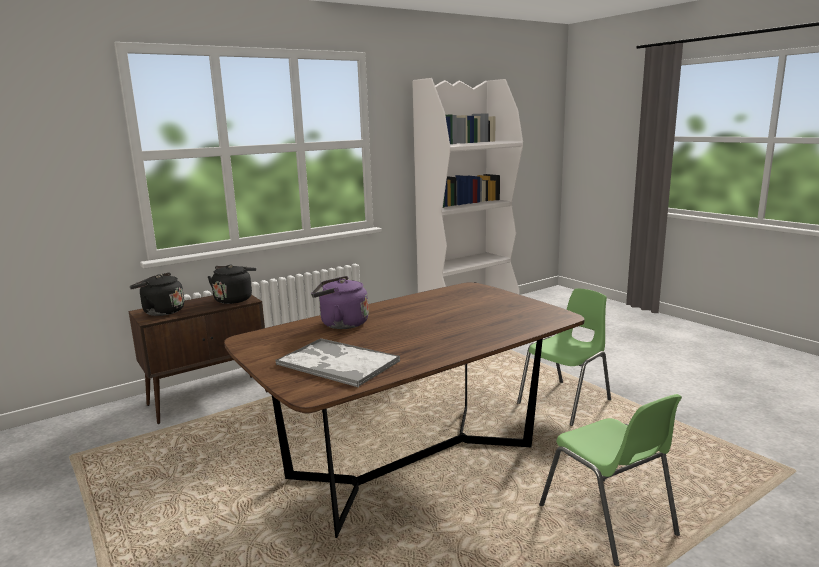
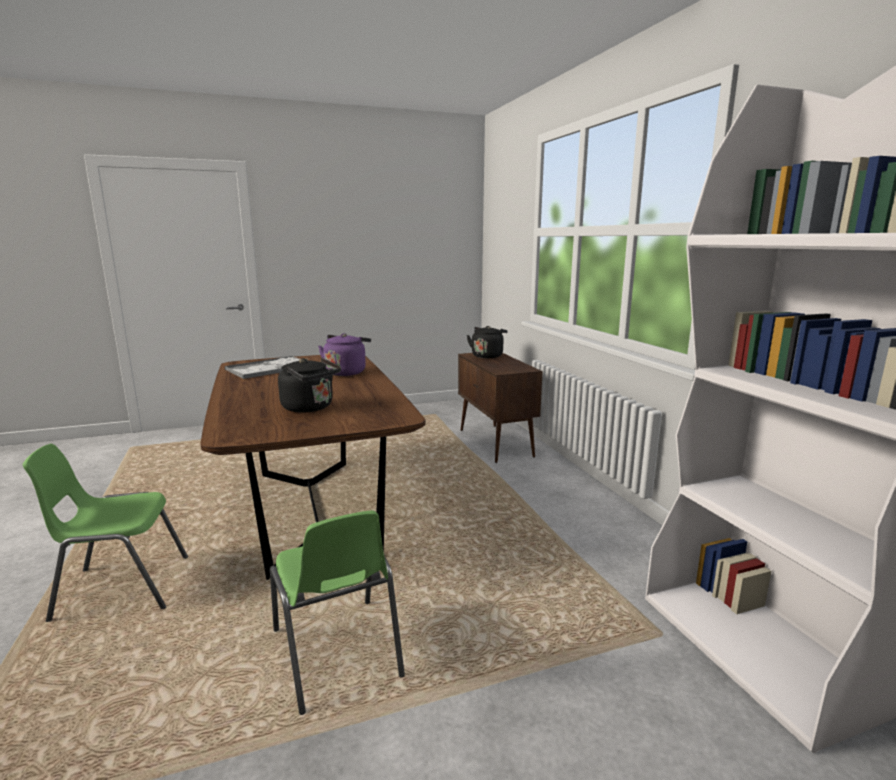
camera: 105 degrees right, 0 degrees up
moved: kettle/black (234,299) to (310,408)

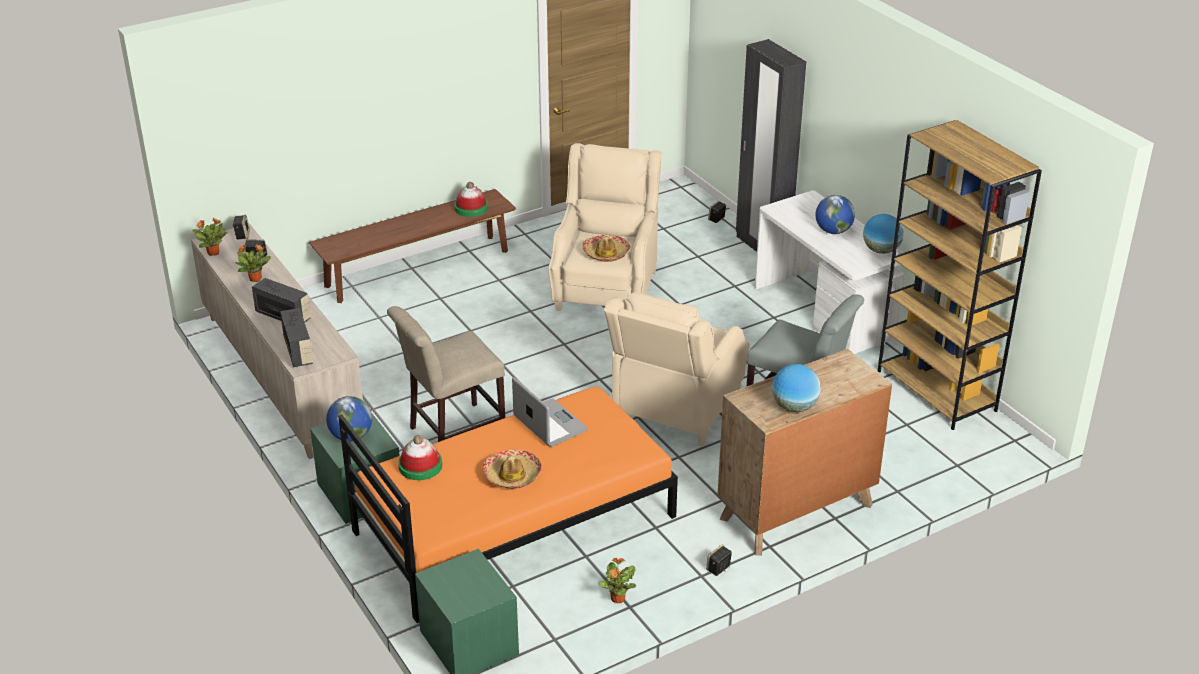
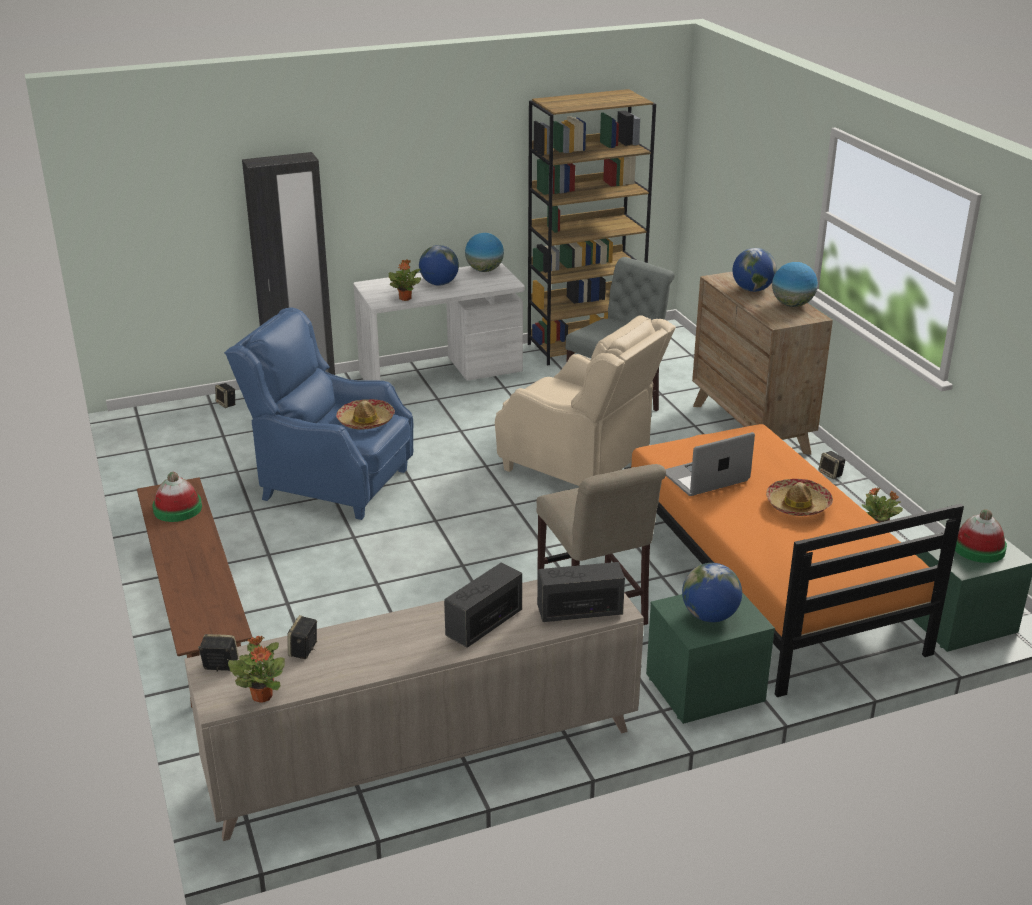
camera: 80 degrees left, 5 degrees down
added: globe (752,290)
moved: potted plant (256,279) to (405,298); wearable hat (420,466) to (978,548)
recoloured: easy chair/sand-coloured (606,288) to easy chair/blue-coloured (331,483)

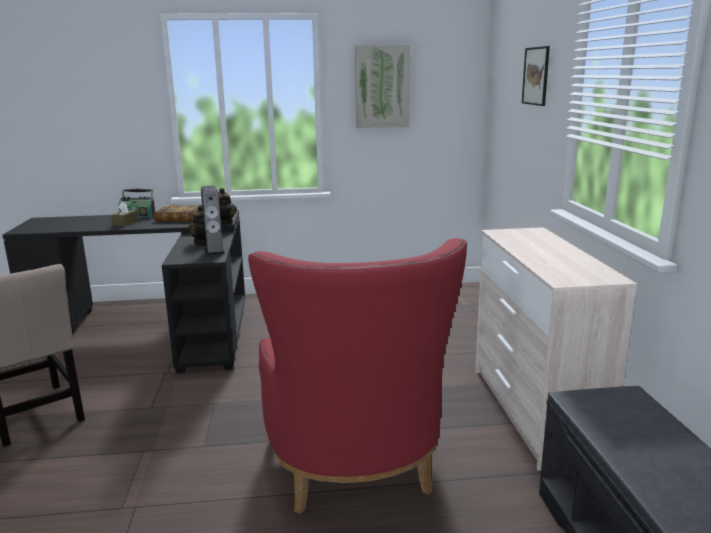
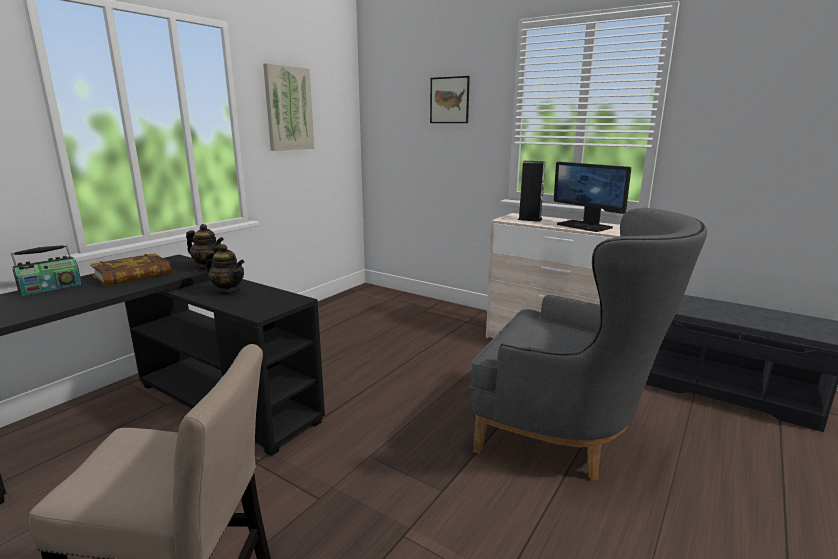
camera: 50 degrees left, 0 degrees up
removed: box of tissues/brownish (126,223)
added: monitor (585,226)
moved: speaker (214,251) to (529,219)
recoloured: easy chair/reddish (356,475) to easy chair/grey (568,434)

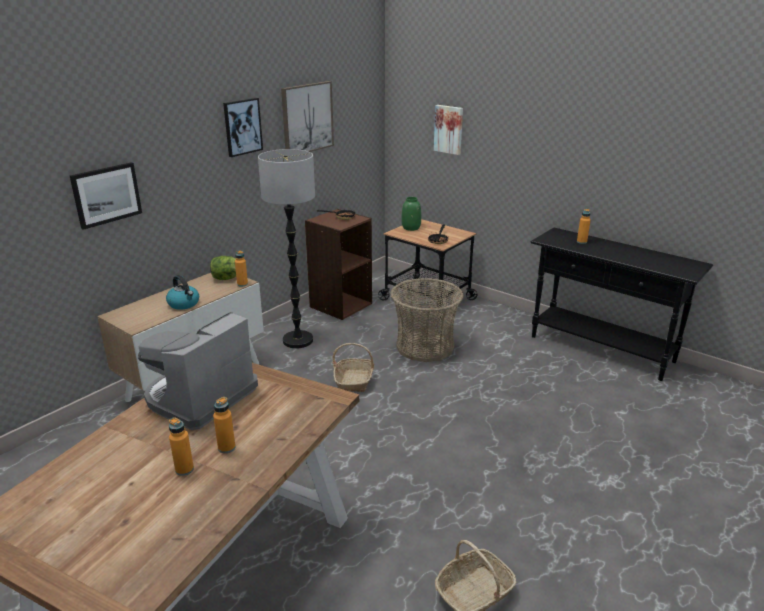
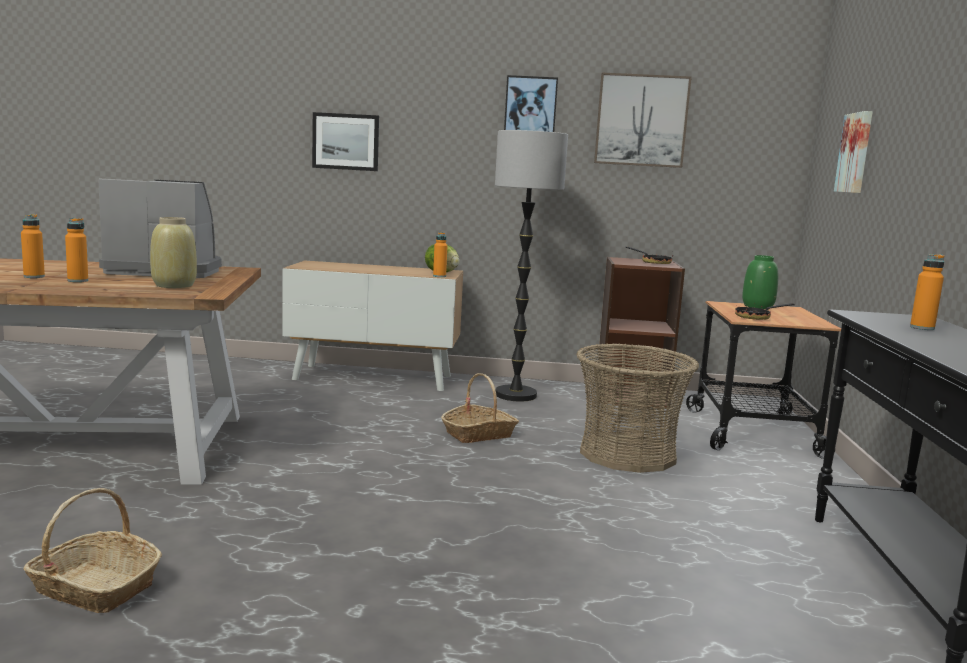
camera: 55 degrees right, 15 degrees down
removed: kettle (184,304)
added: flower vase/sand-coloured (173,285)

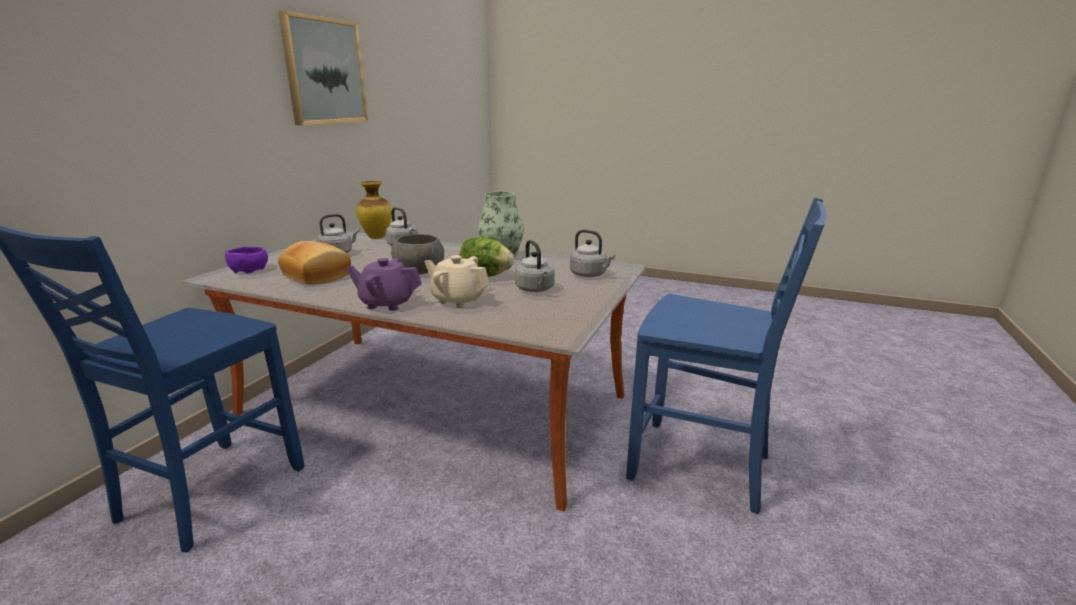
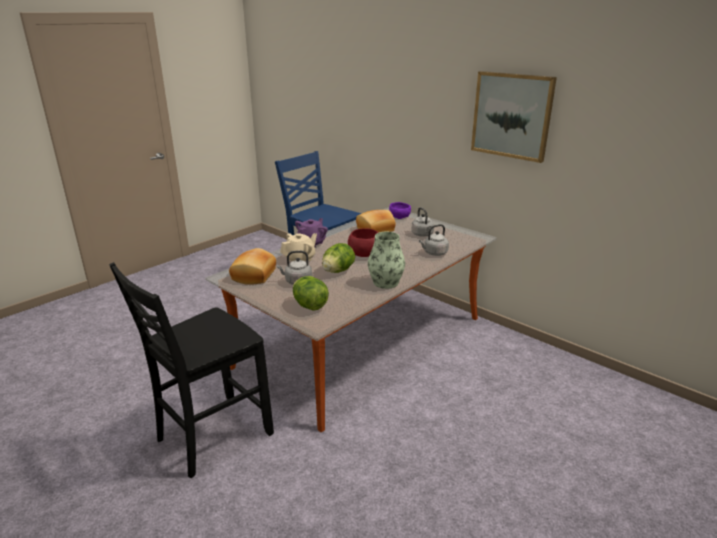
camera: 110 degrees right, 5 degrees up
removed: flower vase (377,237)
added: bakery bread (255,275)
replaced: kettle/grey (590,275) to lettuce head (310,306)
recoloured: plain chair/blue-coloured (702,467) to plain chair/black (211,436); deep dish/grey (419,271) to deep dish/reddish (364,254)

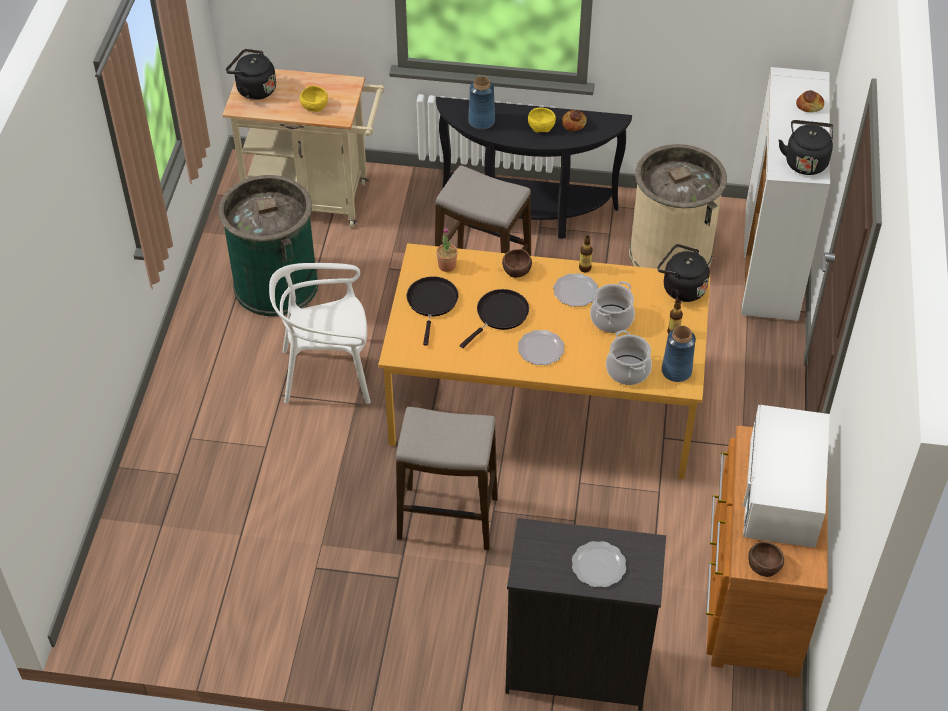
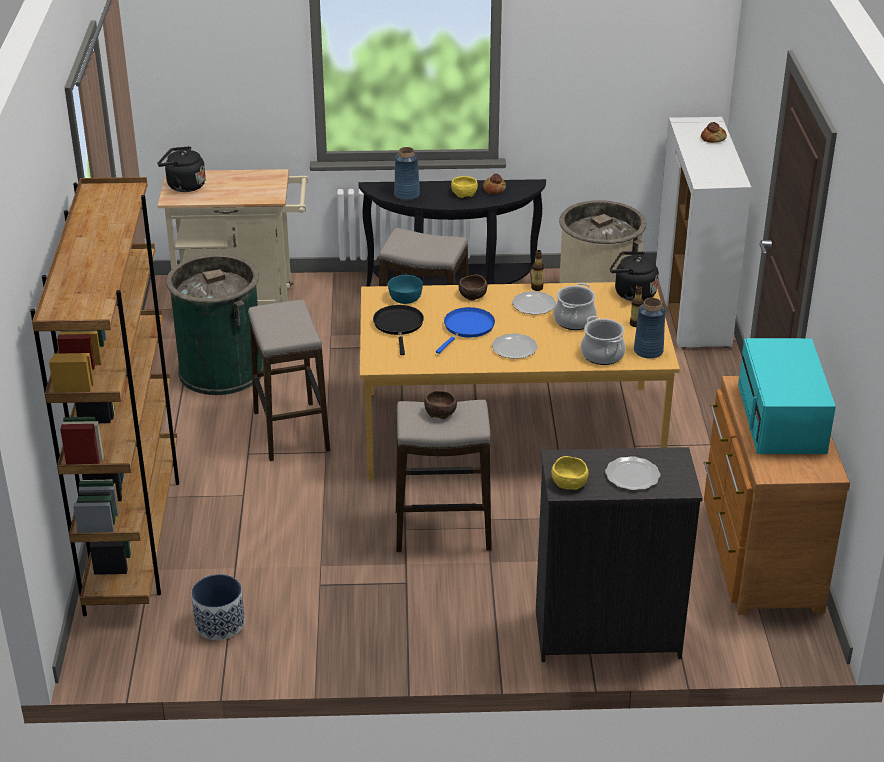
camera: 10 degrees left, 15 degrees down
removed: kettle/black (805,161)
added: bookshelf/brownish (134,536); flower pot (219,624)
moved: deep dish/brownish (764,564) to (440,412); deep dish/yellow (315,106) to (569,483)
replaced: plain chair/white-coloured (327,373) to stool (291,432); potted plant (447,265) to deep dish/blue-green (405,298)
recoloured: frying pan/black (500,315) to frying pan/blue-coloured (467,328); microwave/white-coloured (782,494) to microwave/blue-green (782,419)

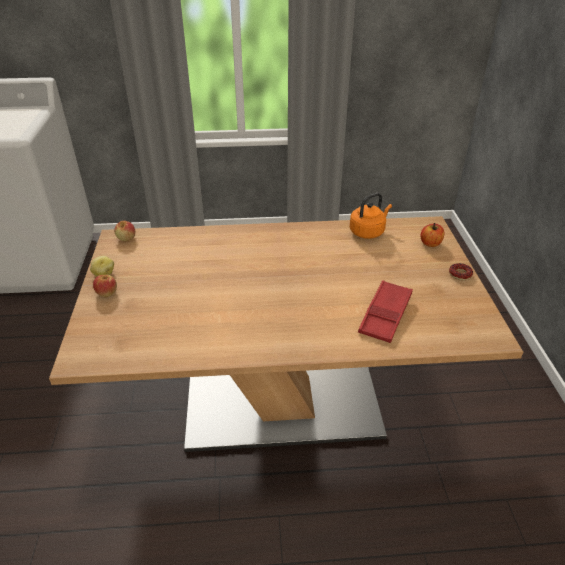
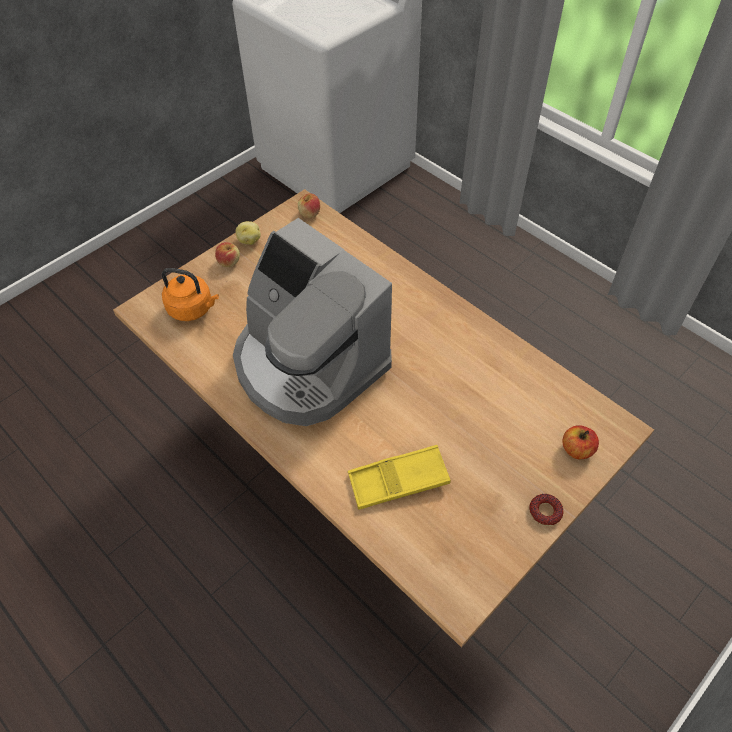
camera: 50 degrees right, 15 degrees up
added: coffee brewer (308,364)
moved: kettle/orange-coloured (368,232) to (193,309)
recoloured: tray/reddish (385,315) to tray/yellow (398,481)

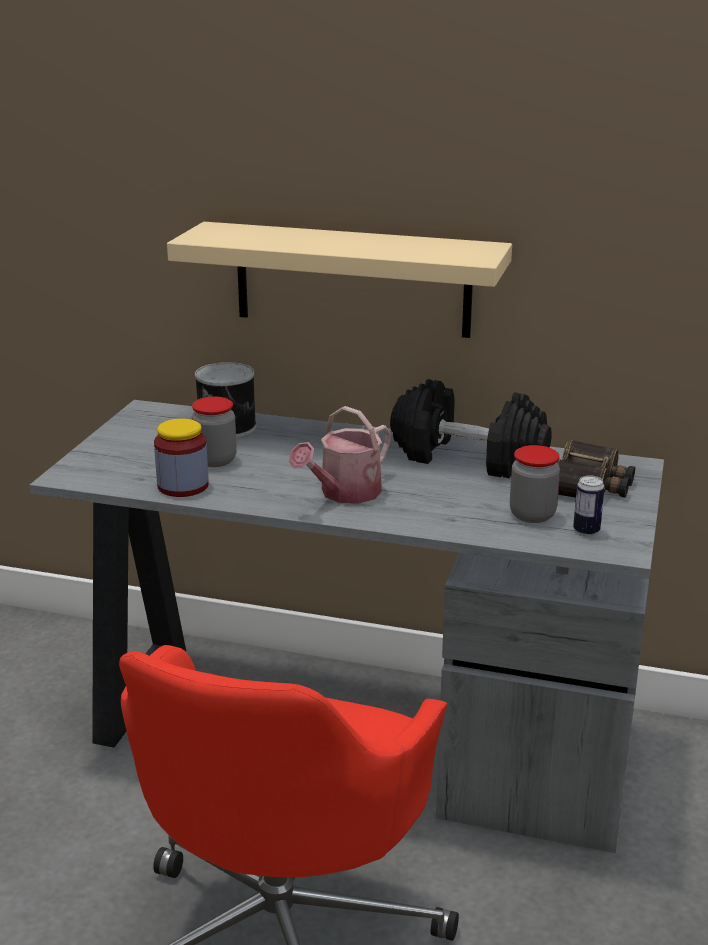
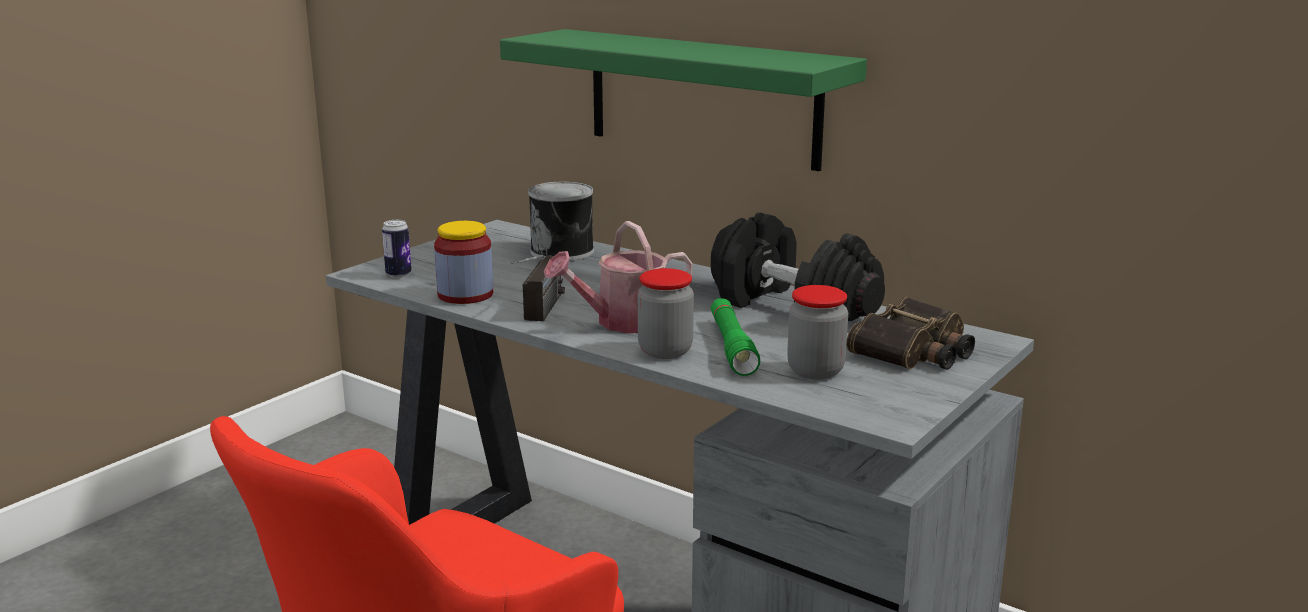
camera: 20 degrees right, 5 degrees down
added: radio receiver (540,314); torch/green (732,346)
moved: can (586,531) to (398,274); jar (215,460) to (665,351)
recoloured: bracket shelf/sand-coloured (352,279) to bracket shelf/green (702,97)

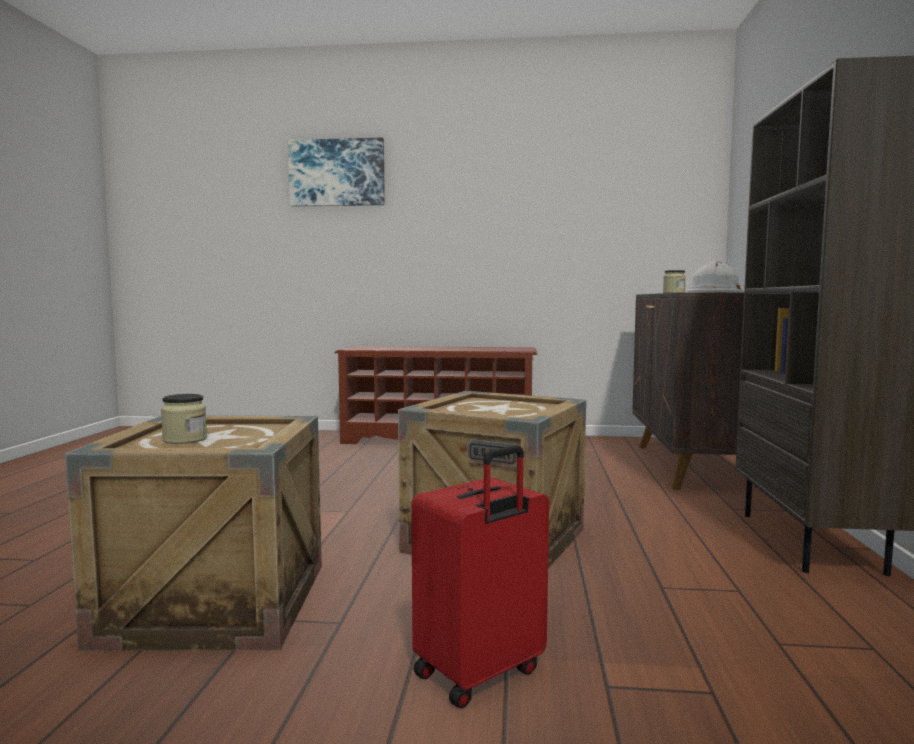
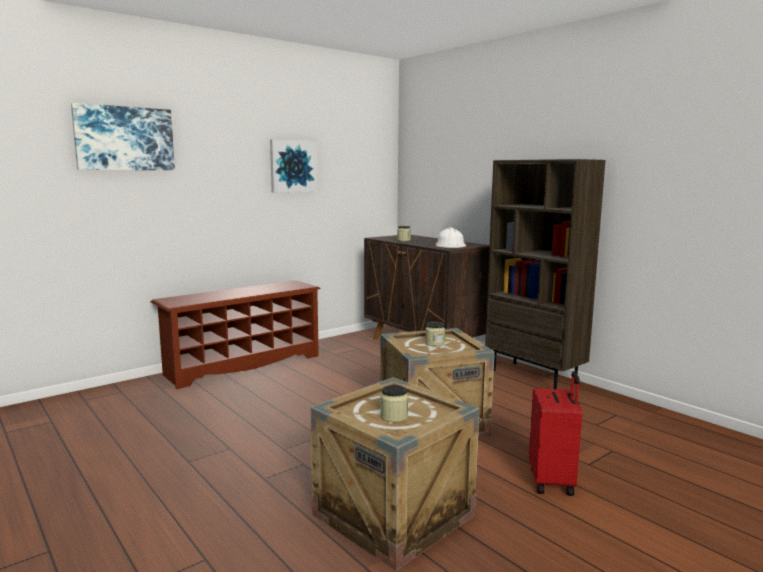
camera: 45 degrees left, 5 degrees up
added: picture (293,166); jar (434,343)

